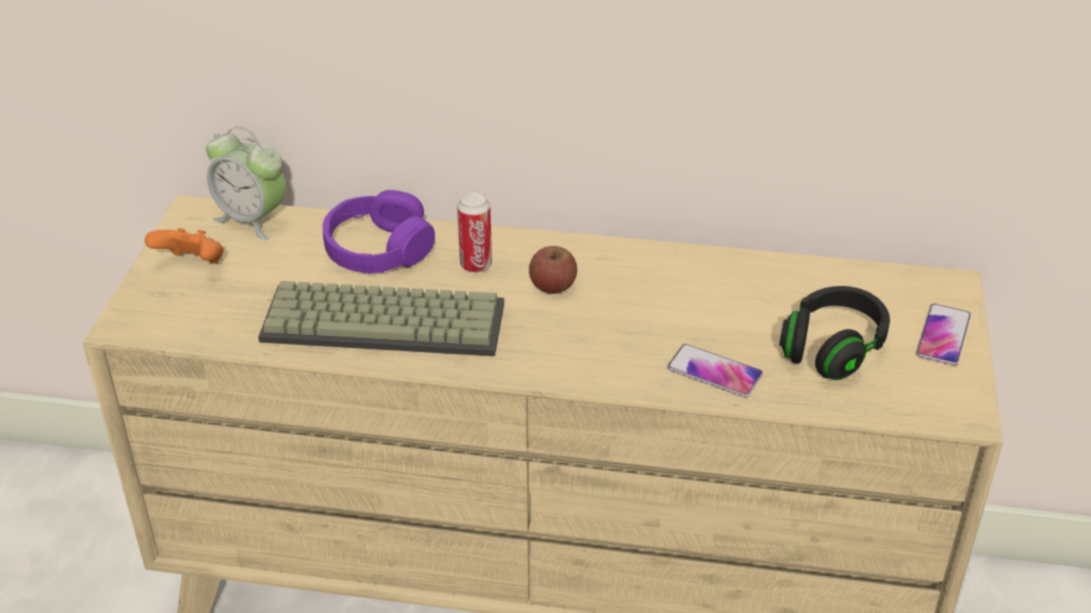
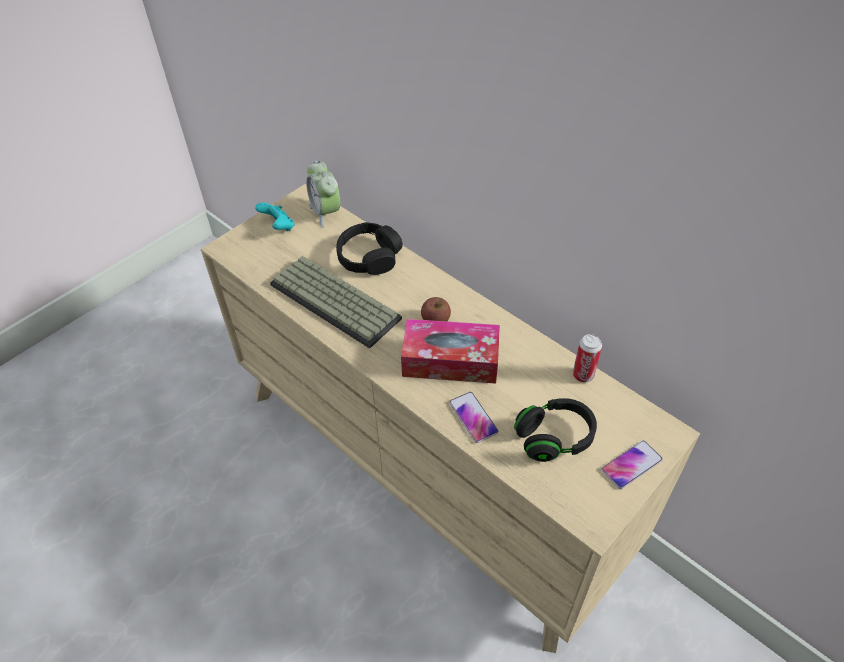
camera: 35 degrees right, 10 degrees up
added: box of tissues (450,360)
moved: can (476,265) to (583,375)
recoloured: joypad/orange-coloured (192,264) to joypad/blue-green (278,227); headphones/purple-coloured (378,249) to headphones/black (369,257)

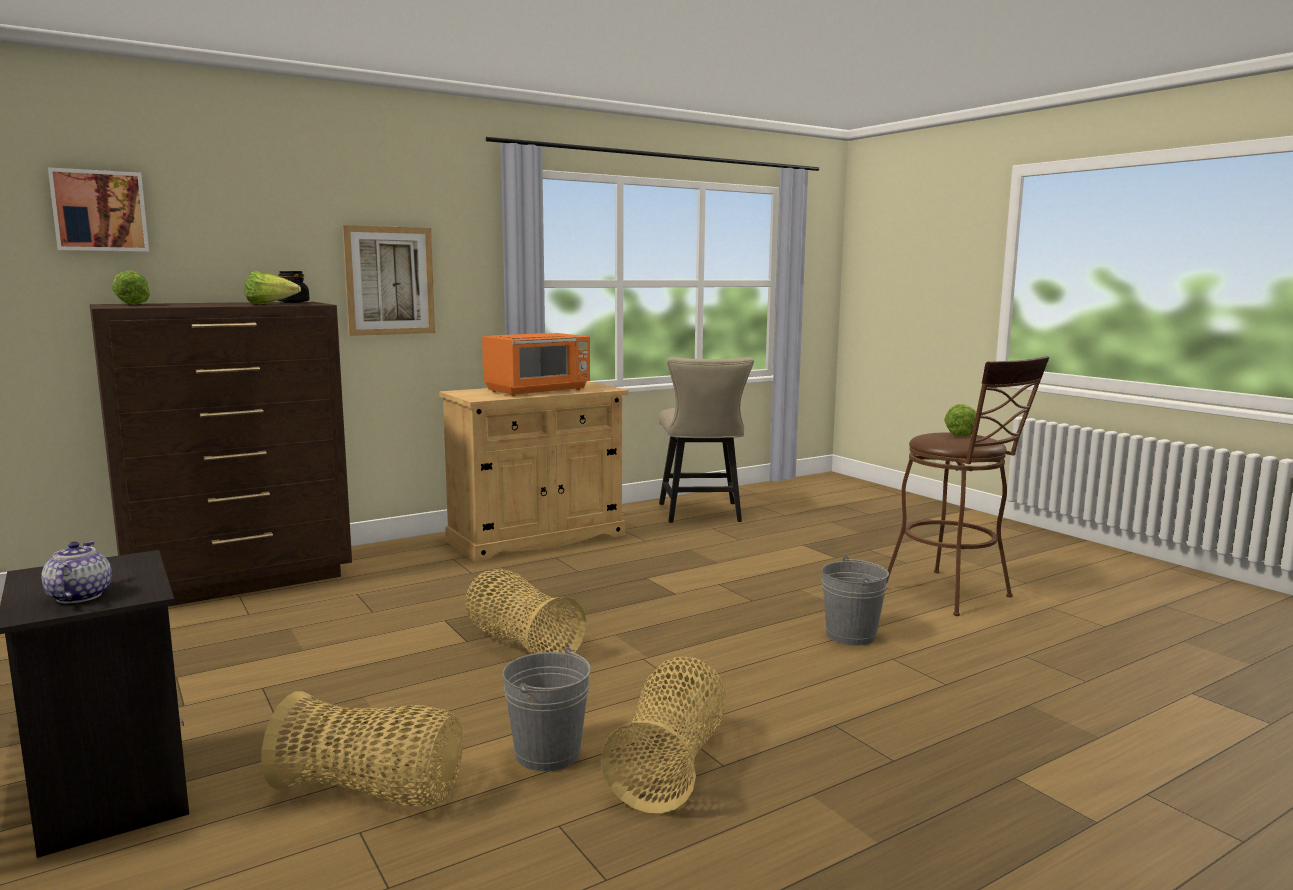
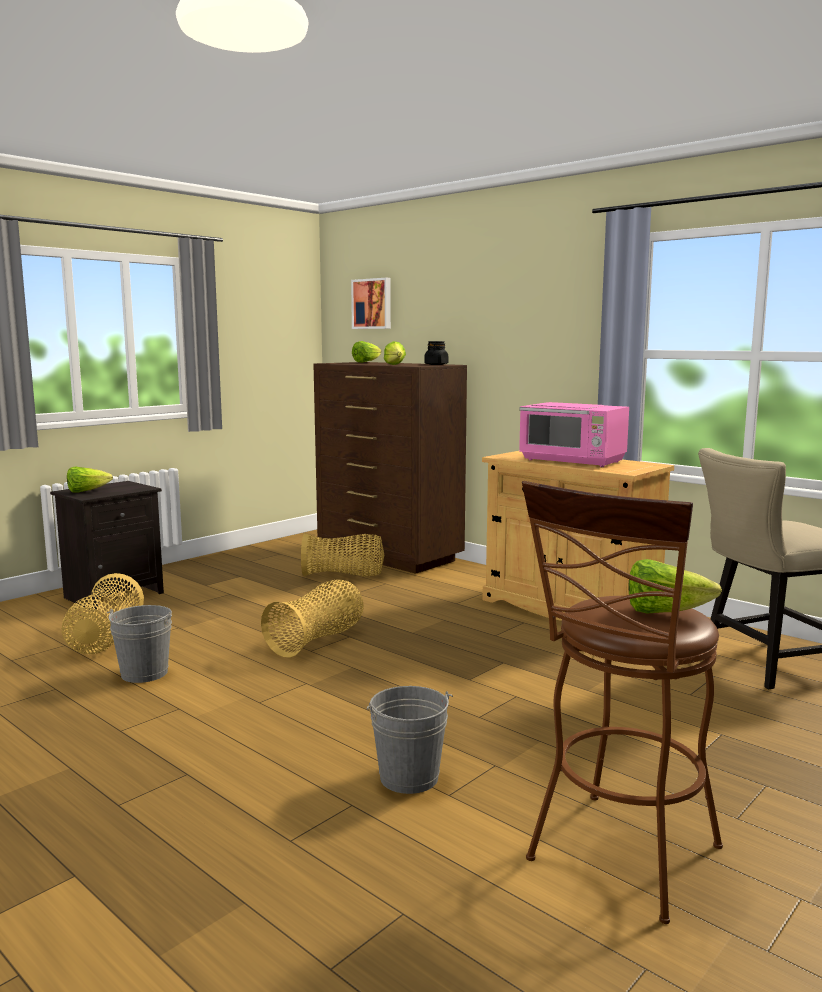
camera: 75 degrees right, 0 degrees up
removed: picture (389,281)
moved: basket (671,765) to (344,575)
replaced: tea pot (78,596) to lettuce head (87,491)
recoloured: microwave/orange-coloured (538,390) to microwave/pinkish (573,461)

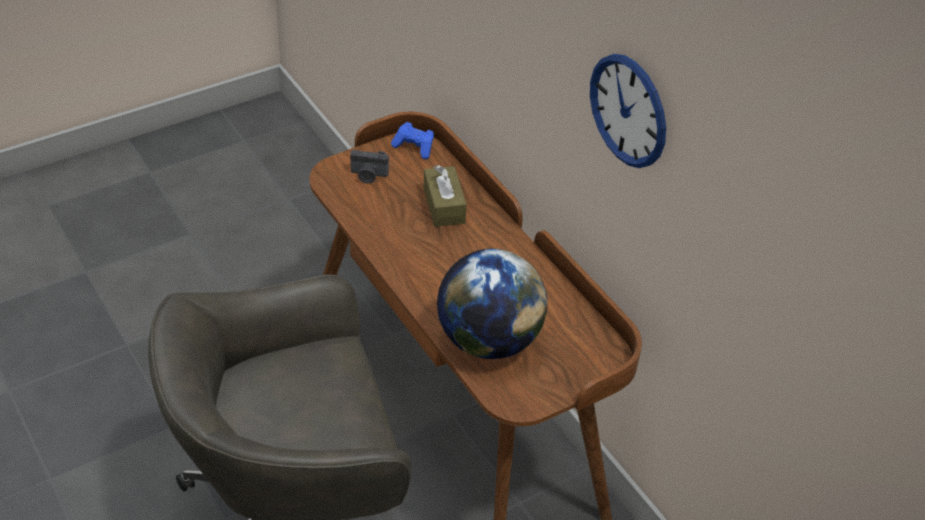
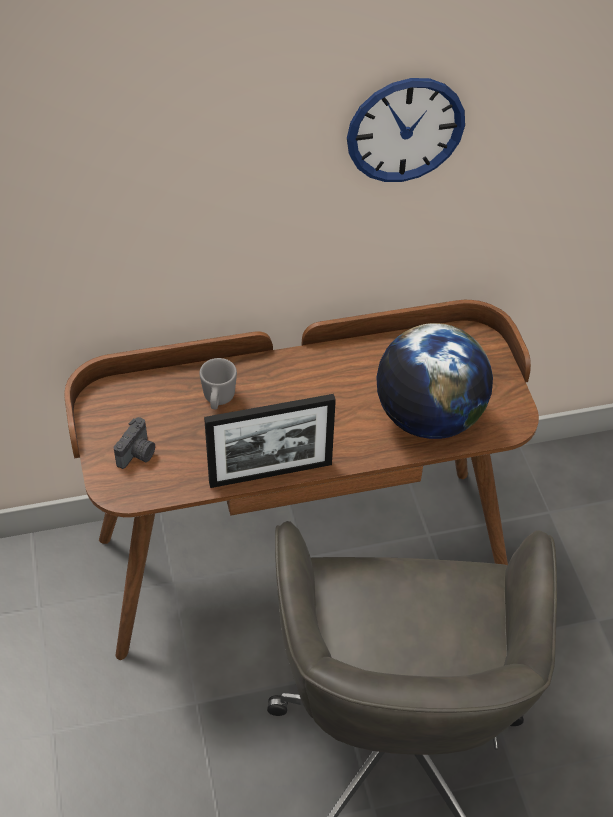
camera: 70 degrees left, 5 degrees up
removed: joypad/blue-coloured (414,147)
added: picture frame (270,473)
replaced: box of tissues/brownish (444,205) to tea mug/grey (218,400)

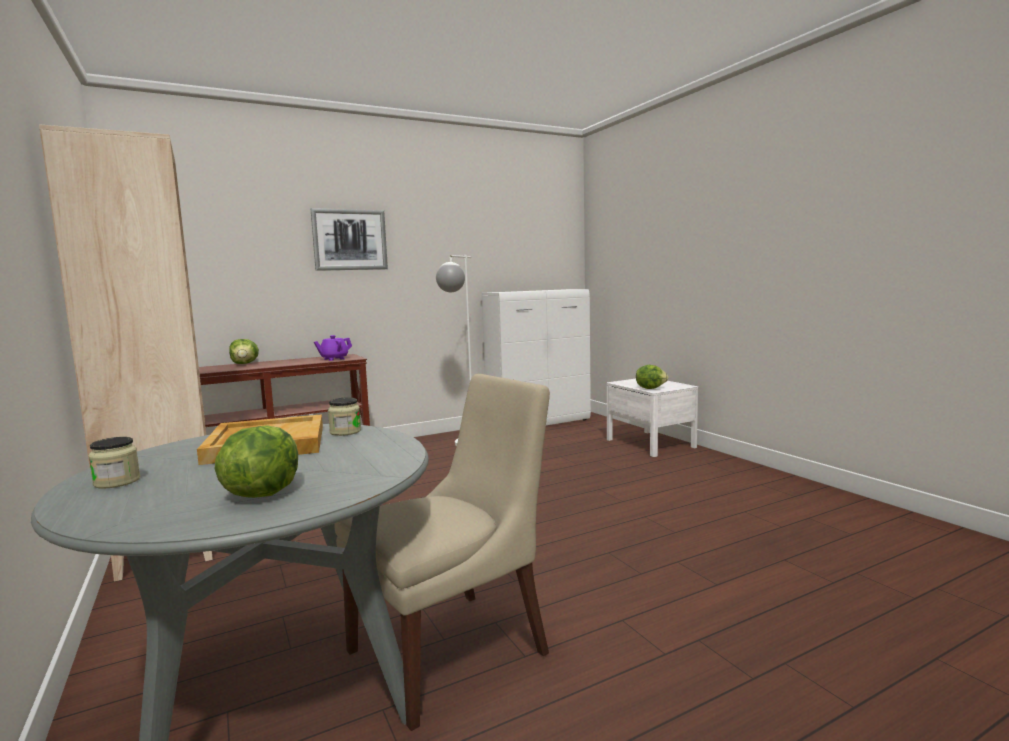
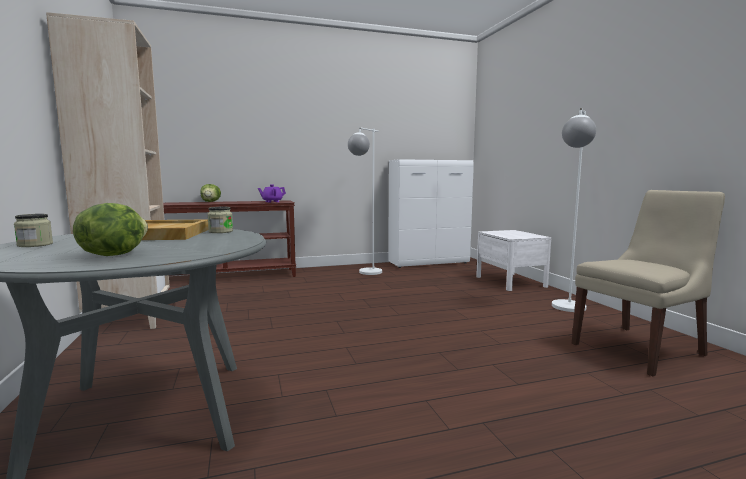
camera: 10 degrees right, 0 degrees up
removed: picture (350,240); lettuce head (650,388)
added: floor lamp/white-coloured (567,310)
moved: plain chair/sand-coloured (453,649) to (640,349)

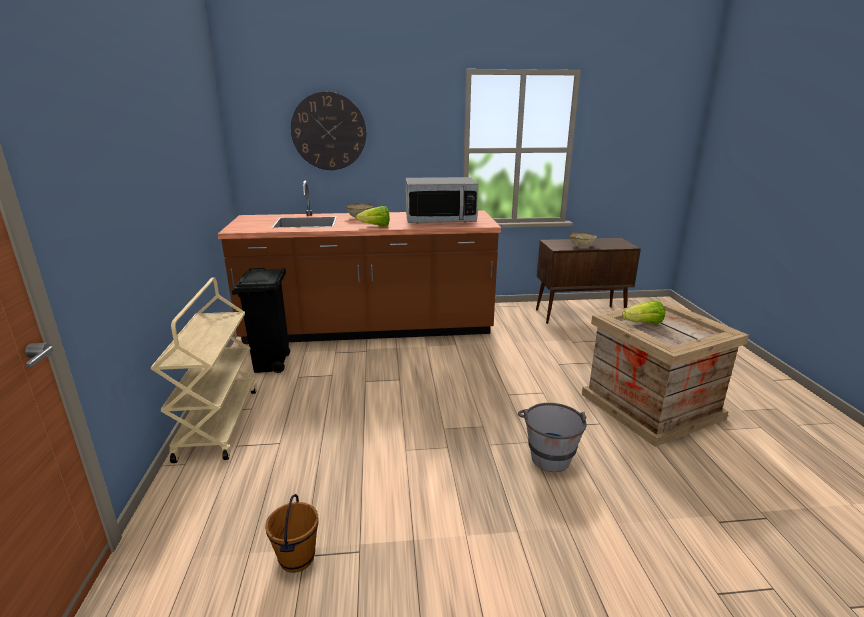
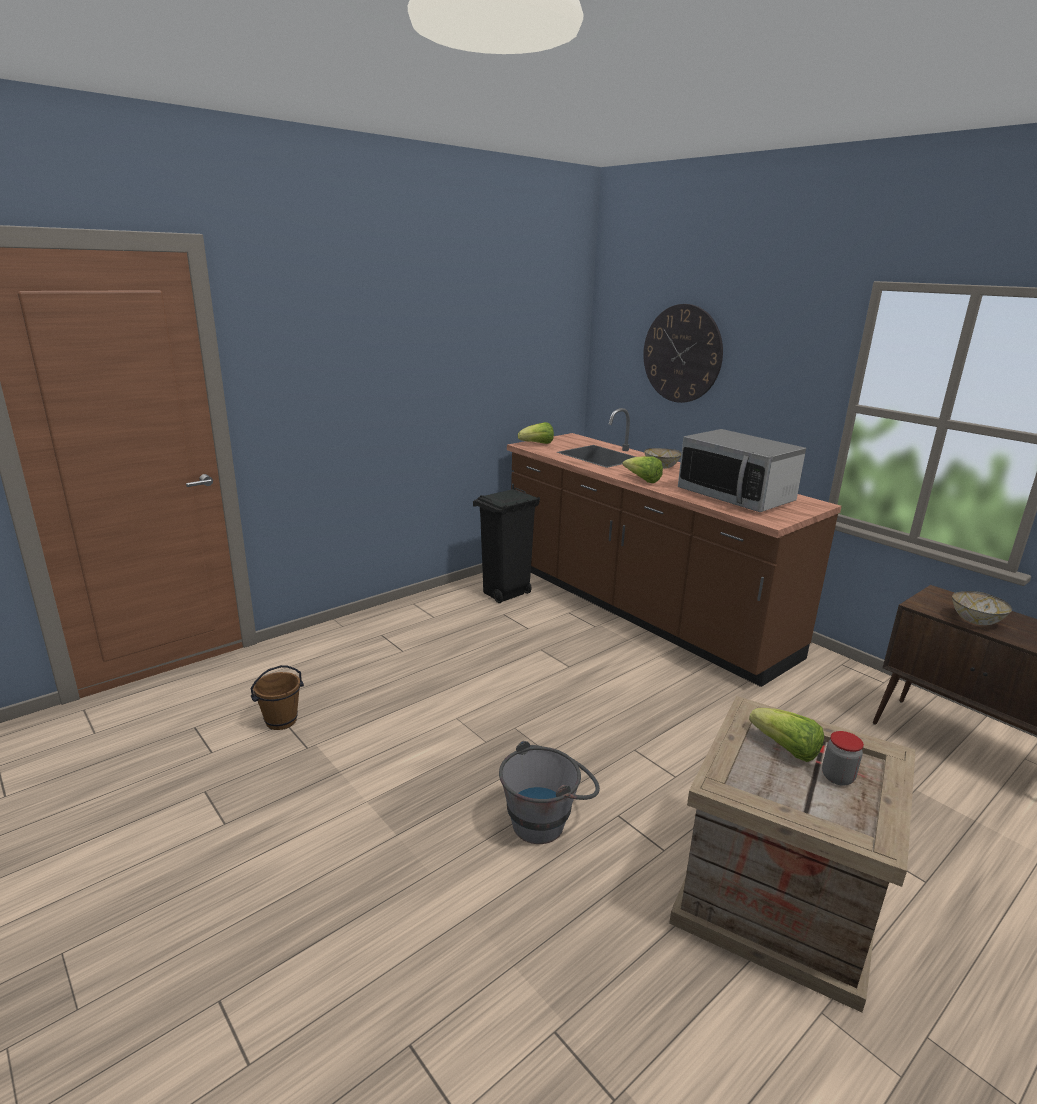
camera: 55 degrees right, 0 degrees up
removed: wheeled cart/sand-coloured (218,422)
added: lettuce head (537,444); jar (837,777)

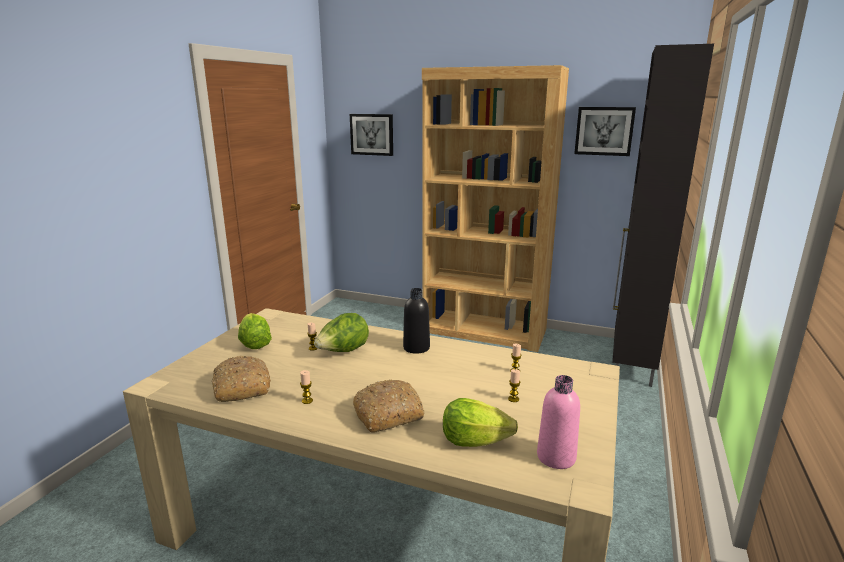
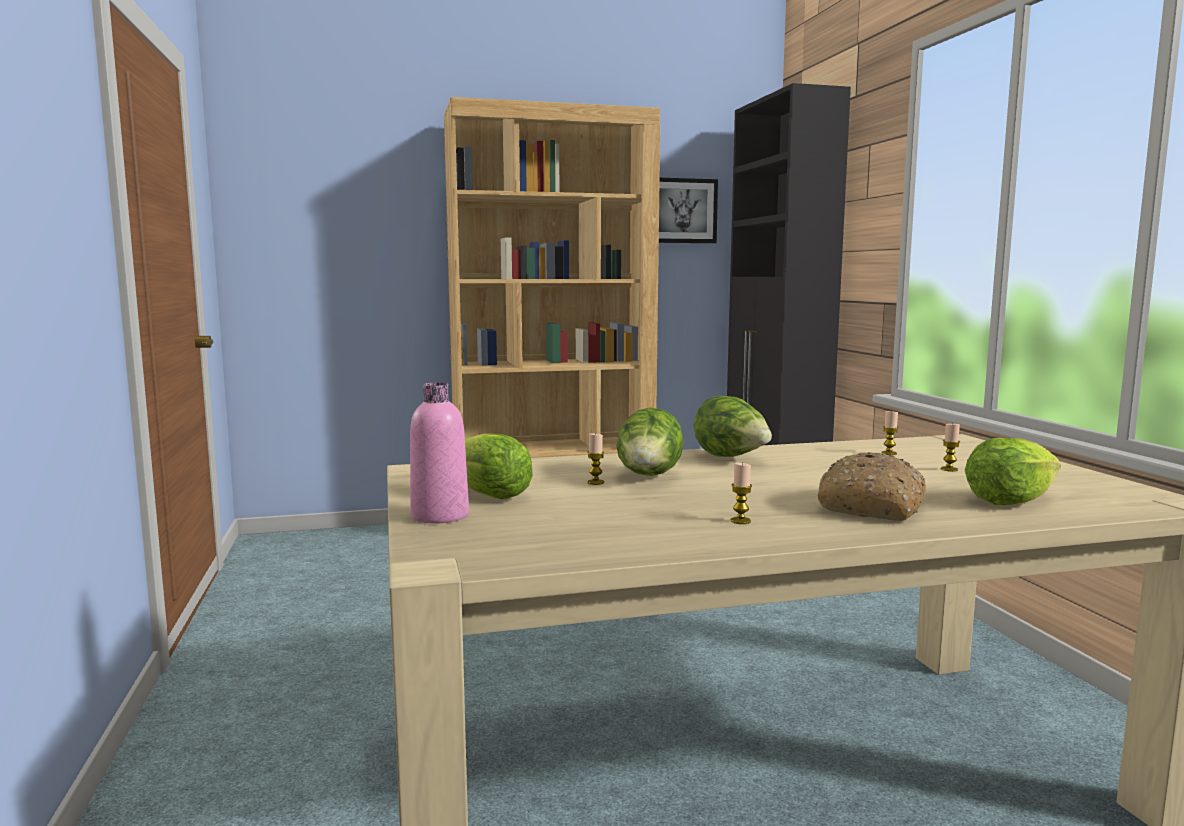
camera: 35 degrees left, 10 degrees down
removed: bakery bread (241,387); picture (372,134)
moved: bottle/pinkish (556,457) to (440,516)
replaced: bottle/black (416,348) to lettuce head (732,458)

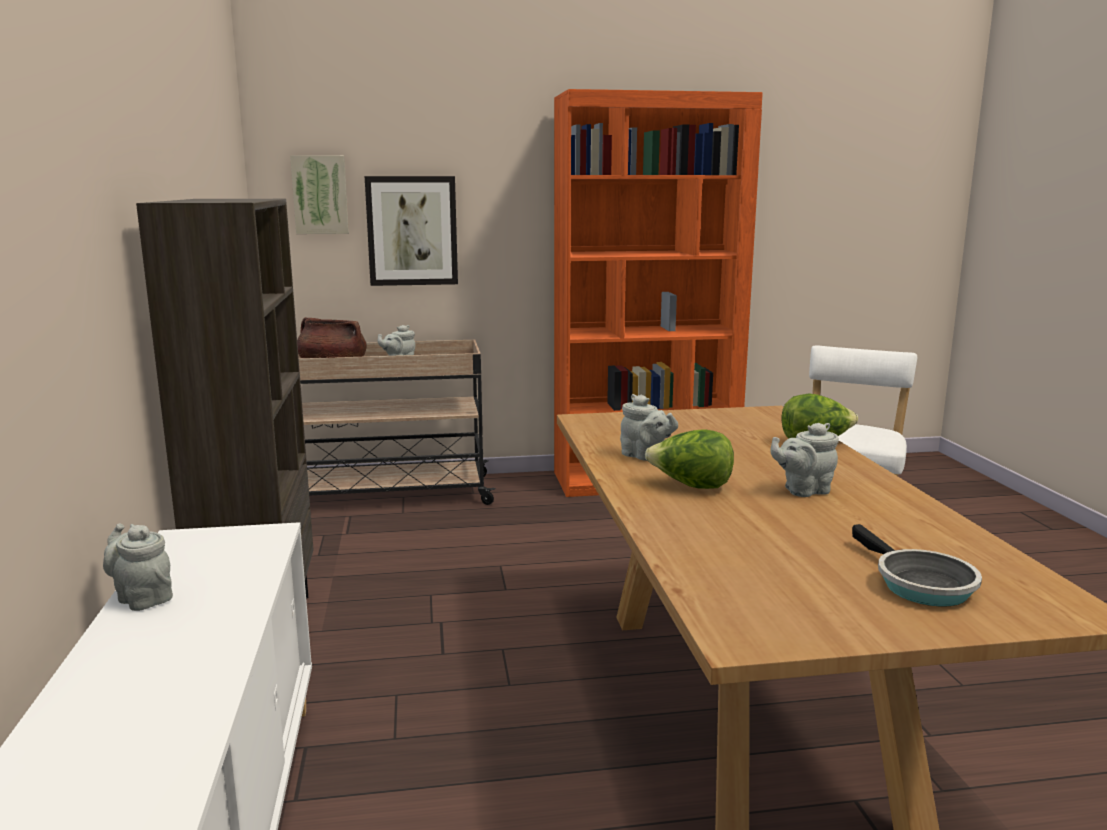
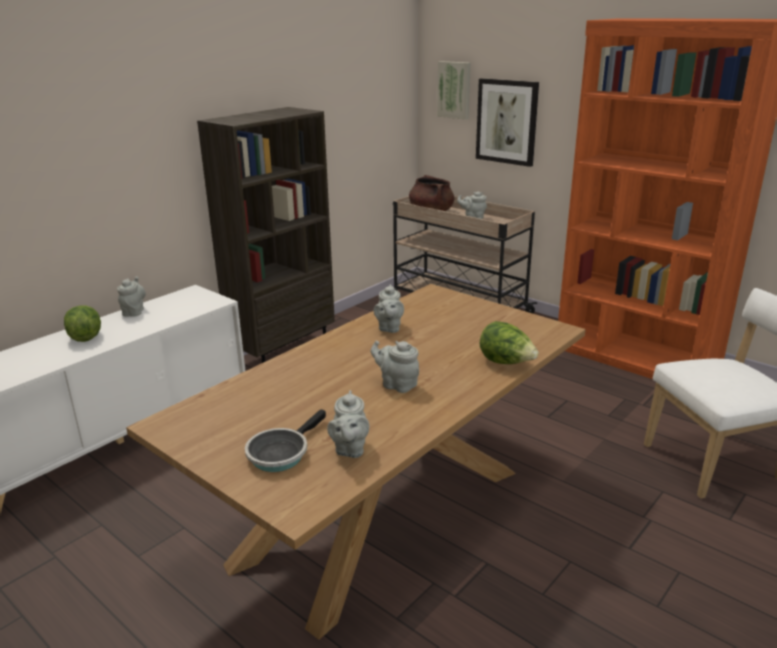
camera: 50 degrees right, 10 degrees up
added: tea pot/grey (349,449)
moved: lettuce head (691,486) to (85,336)

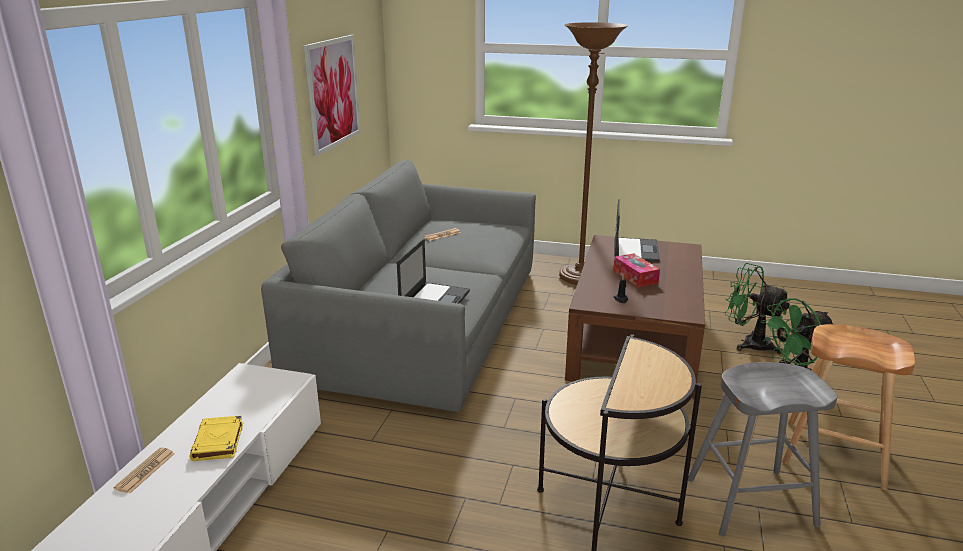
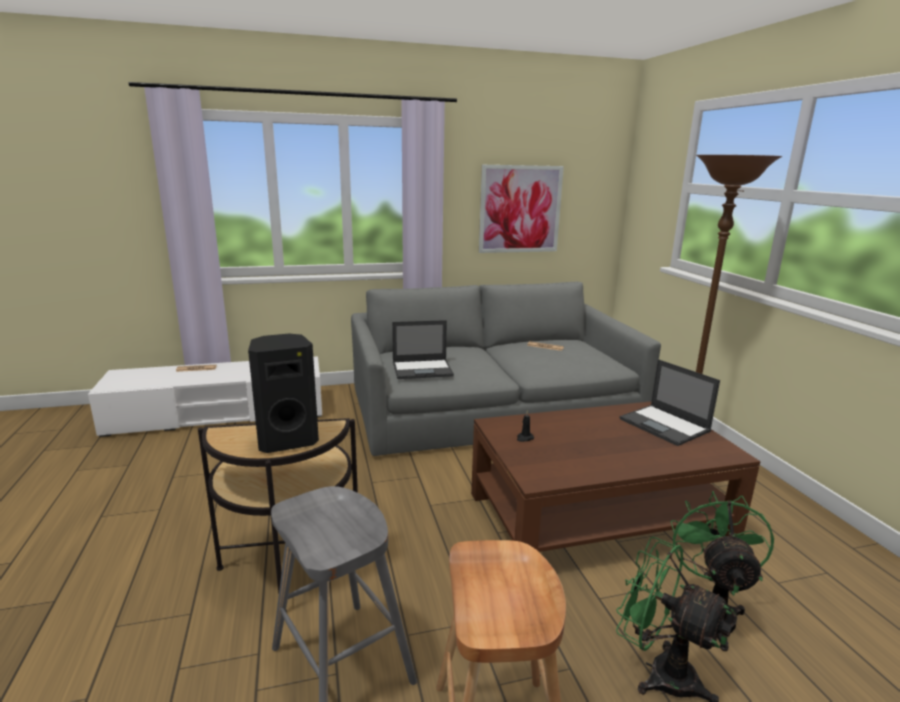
camera: 60 degrees right, 5 degrees down
removed: bound book/yellow (218,442); box of tissues (635,276)
added: speaker/black (287,440)
turned: portable computer (635,250) = (665,425) 75 degrees clockwise

